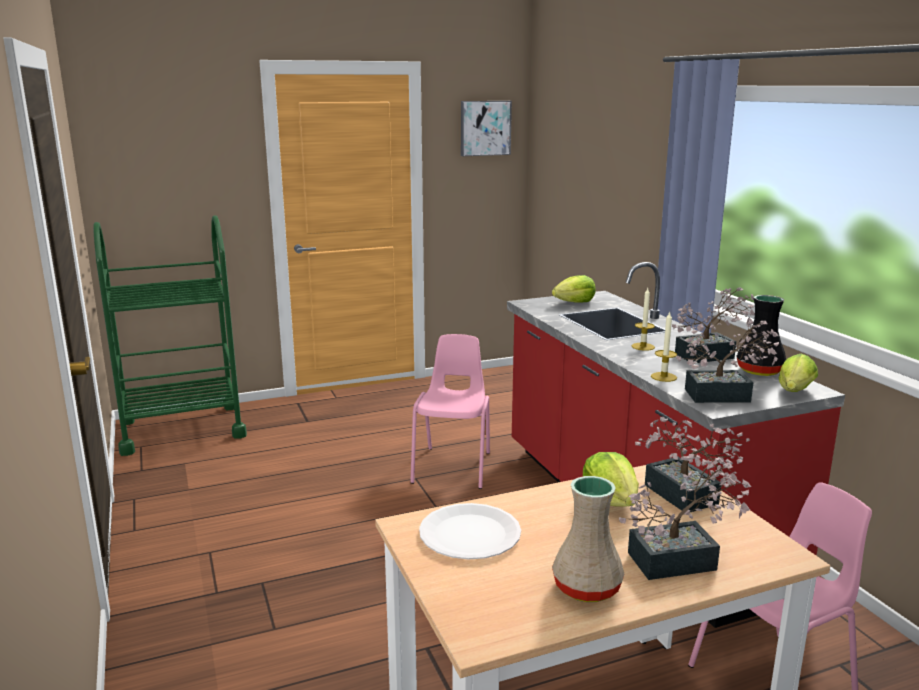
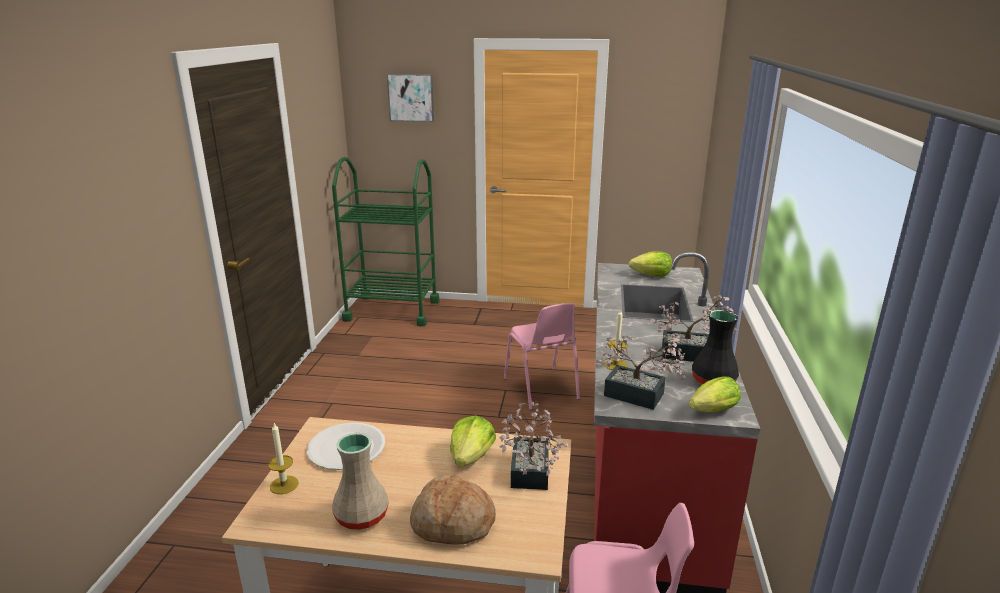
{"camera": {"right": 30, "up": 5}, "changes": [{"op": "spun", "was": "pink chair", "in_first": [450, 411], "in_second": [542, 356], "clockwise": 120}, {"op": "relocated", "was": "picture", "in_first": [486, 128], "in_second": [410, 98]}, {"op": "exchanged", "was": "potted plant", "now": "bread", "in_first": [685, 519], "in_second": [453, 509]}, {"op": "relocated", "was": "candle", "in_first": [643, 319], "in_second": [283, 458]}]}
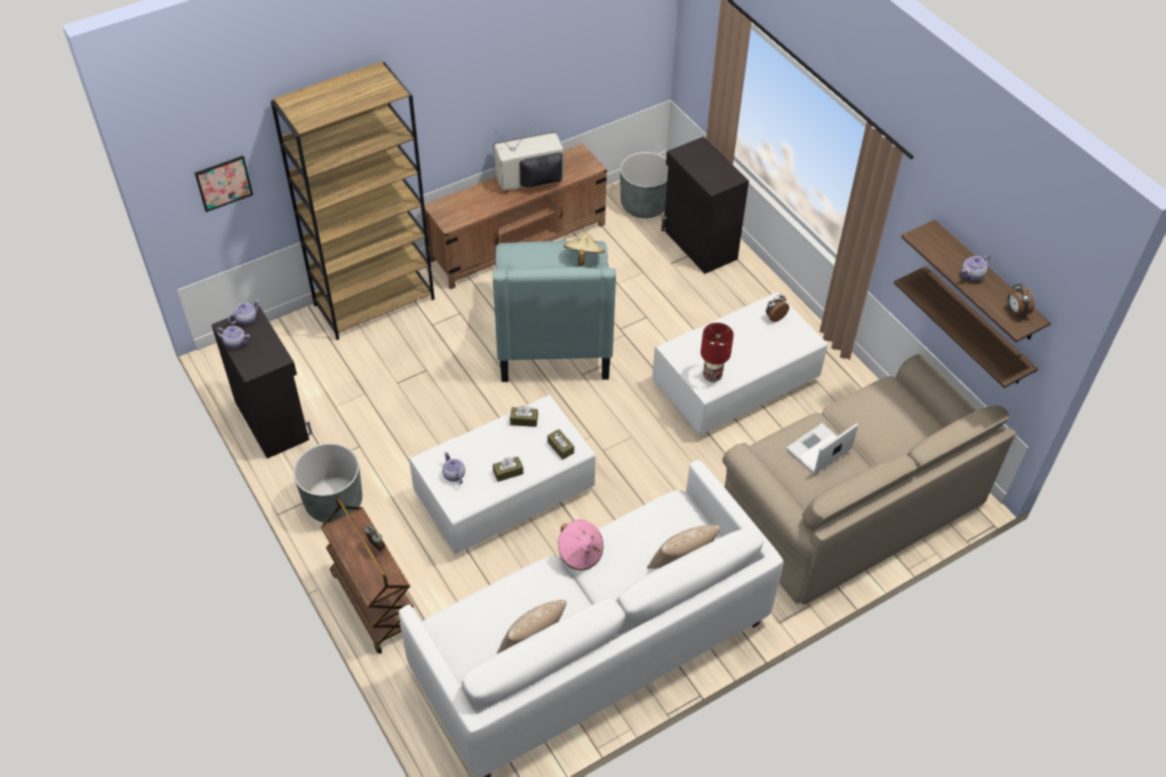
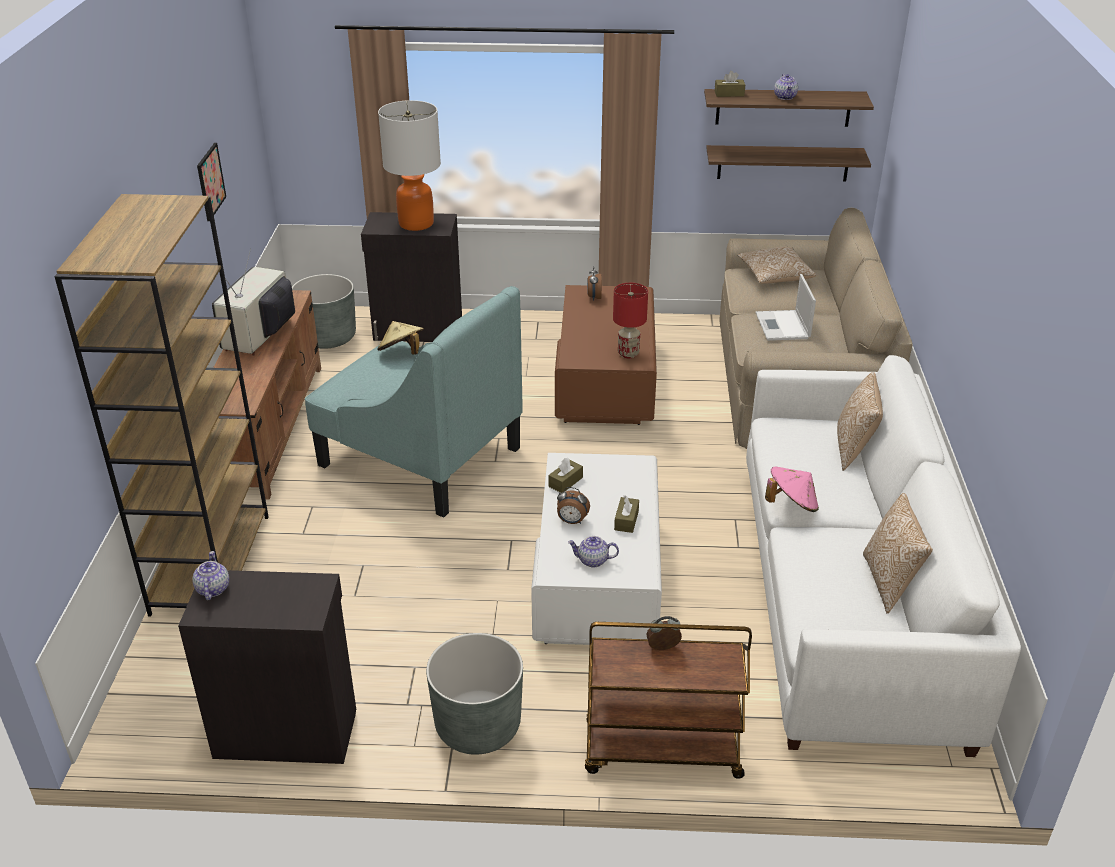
{"camera": {"right": -55, "up": -15}, "changes": [{"op": "relocated", "was": "picture", "in_first": [224, 184], "in_second": [211, 182]}, {"op": "missing", "was": "teapot", "in_first": [233, 337]}, {"op": "relocated", "was": "brown tissue box", "in_first": [560, 444], "in_second": [730, 84]}, {"op": "colour", "was": "white coffee table", "now": "brown coffee table", "in_first": [739, 363], "in_second": [606, 355]}, {"op": "relocated", "was": "alarm clock", "in_first": [1021, 300], "in_second": [573, 505]}, {"op": "appeared", "now": "table lamp", "in_second": [409, 165]}, {"op": "appeared", "now": "pillow", "in_second": [777, 265]}]}
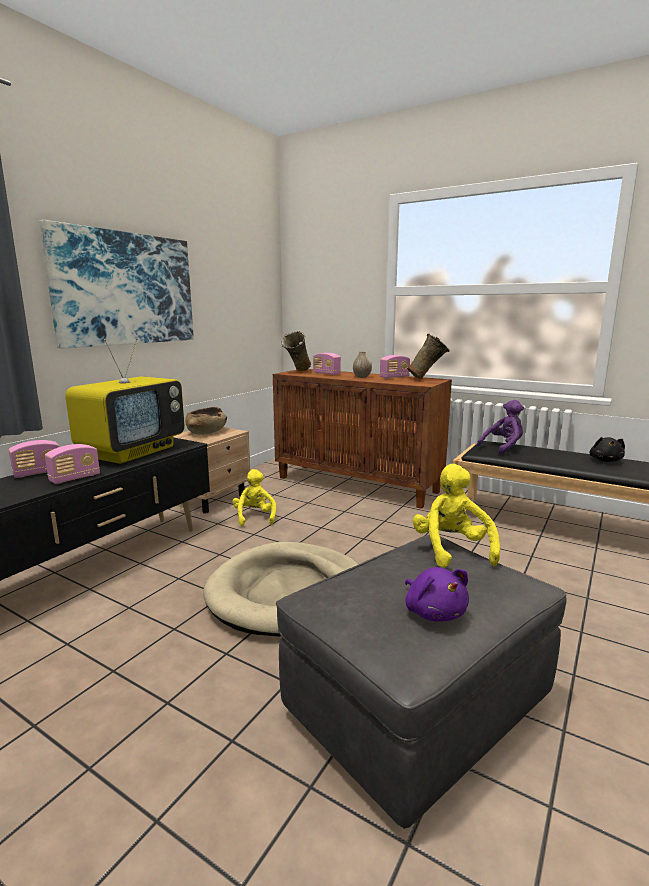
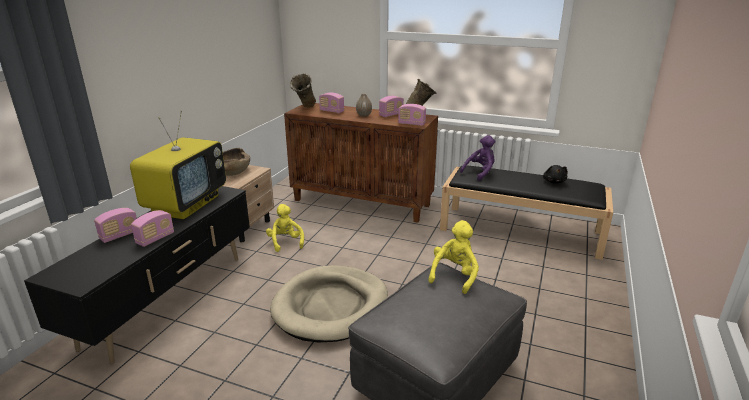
{"camera": {"right": -10, "up": 10}, "changes": [{"op": "missing", "was": "picture", "in_first": [116, 284]}, {"op": "missing", "was": "purple plush toy", "in_first": [437, 594]}, {"op": "spun", "was": "yellow plush toy", "in_first": [456, 516], "in_second": [453, 257], "clockwise": 45}, {"op": "appeared", "now": "radio", "in_second": [412, 115]}]}
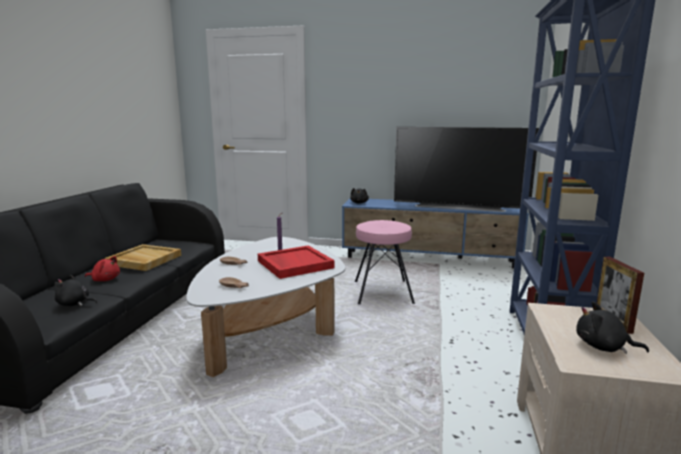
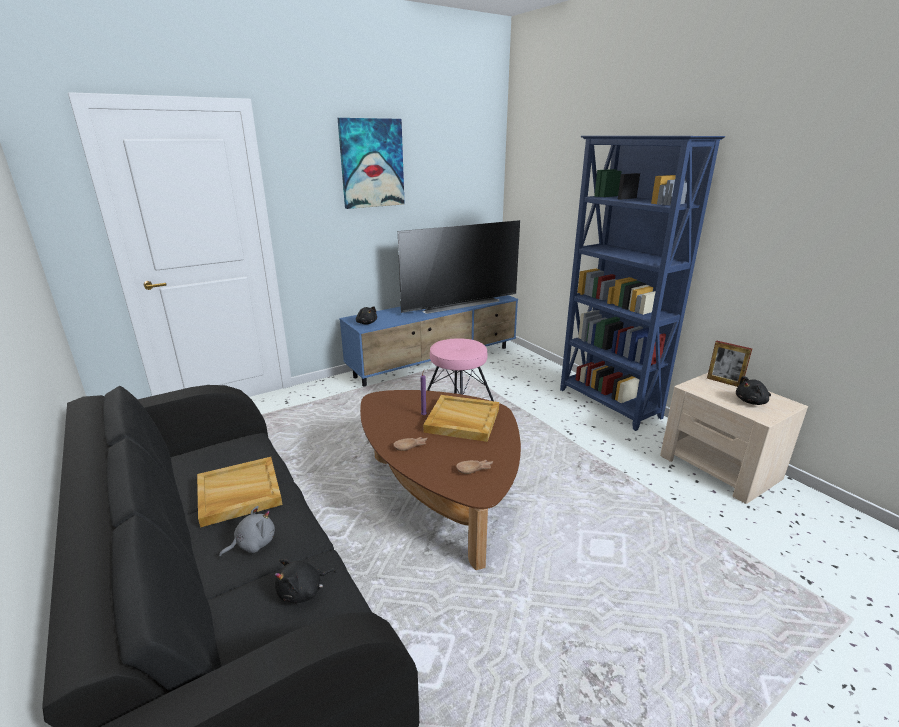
{"camera": {"right": -45, "up": 10}, "changes": [{"op": "colour", "was": "red plush toy", "now": "grey plush toy", "in_first": [102, 268], "in_second": [247, 531]}, {"op": "colour", "was": "white coffee table", "now": "brown coffee table", "in_first": [265, 307], "in_second": [440, 480]}, {"op": "colour", "was": "red tray", "now": "beige tray", "in_first": [296, 262], "in_second": [461, 418]}, {"op": "appeared", "now": "picture", "in_second": [371, 163]}]}
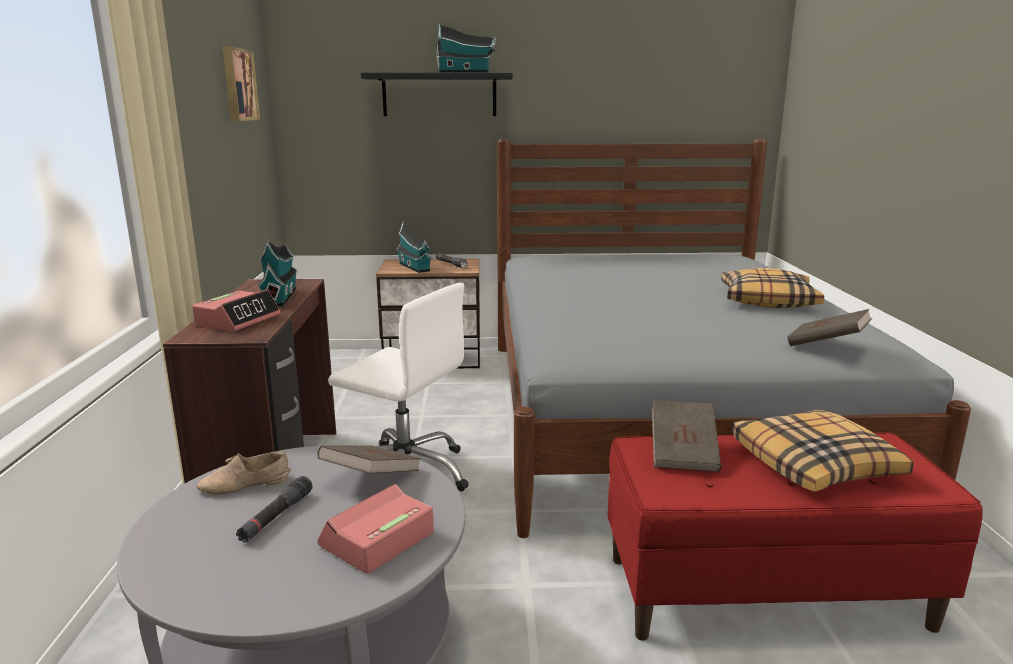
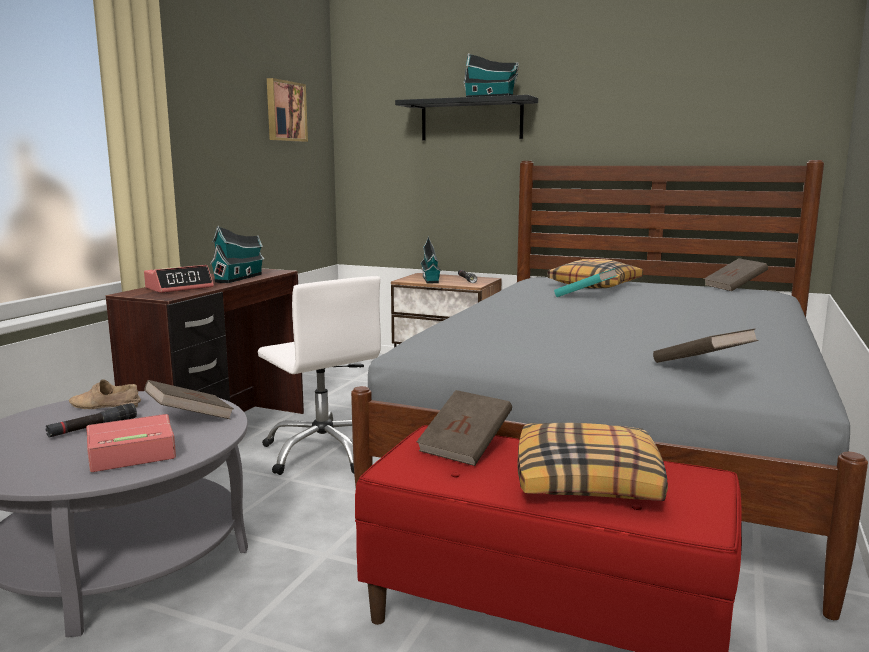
{"camera": {"right": 25, "up": -5}, "changes": [{"op": "relocated", "was": "pillow", "in_first": [772, 288], "in_second": [595, 274]}, {"op": "appeared", "now": "turquoise book", "in_second": [586, 282]}, {"op": "appeared", "now": "brown book", "in_second": [736, 274]}]}
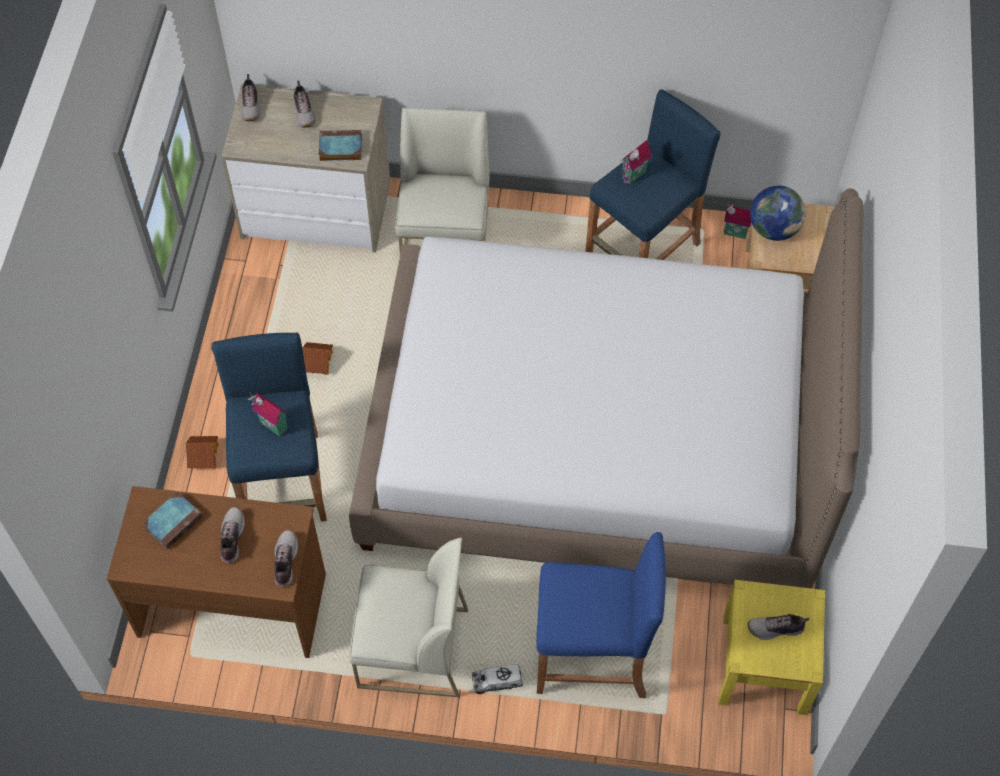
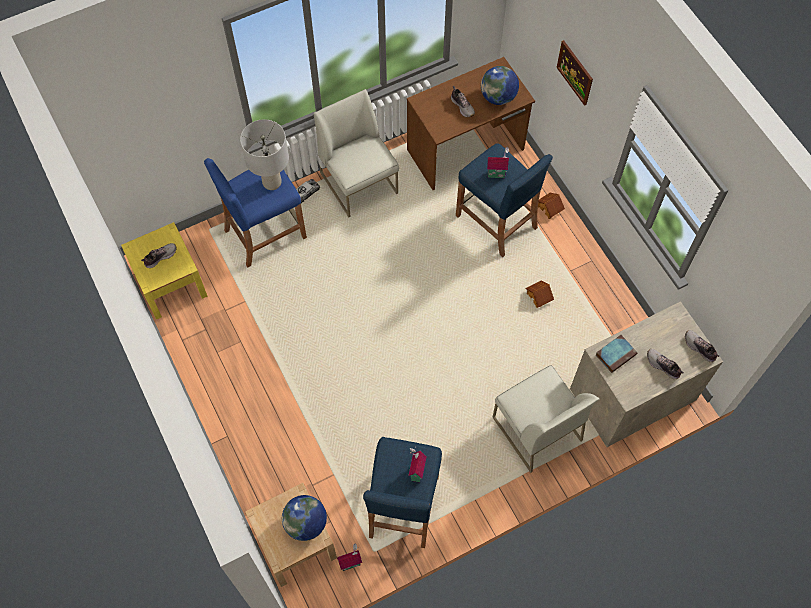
{"camera": {"right": 145, "up": 5}, "changes": [{"op": "exchanged", "was": "book", "now": "globe", "in_first": [172, 520], "in_second": [500, 85]}, {"op": "missing", "was": "shoe", "in_first": [286, 558]}, {"op": "missing", "was": "bed", "in_first": [606, 388]}, {"op": "spun", "was": "white chair", "in_first": [408, 617], "in_second": [356, 153], "clockwise": 90}, {"op": "appeared", "now": "grey table lamp", "in_second": [264, 154]}, {"op": "appeared", "now": "picture", "in_second": [574, 73]}]}
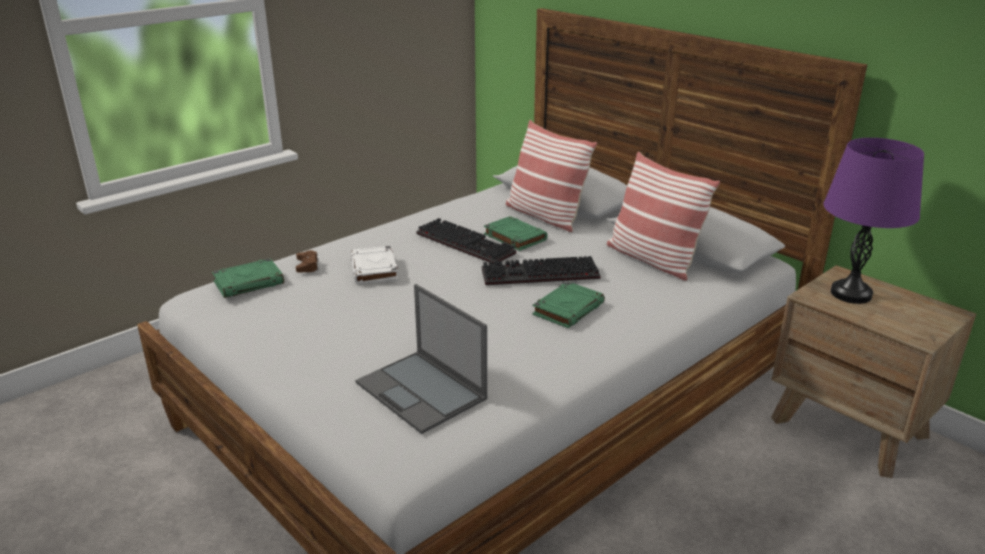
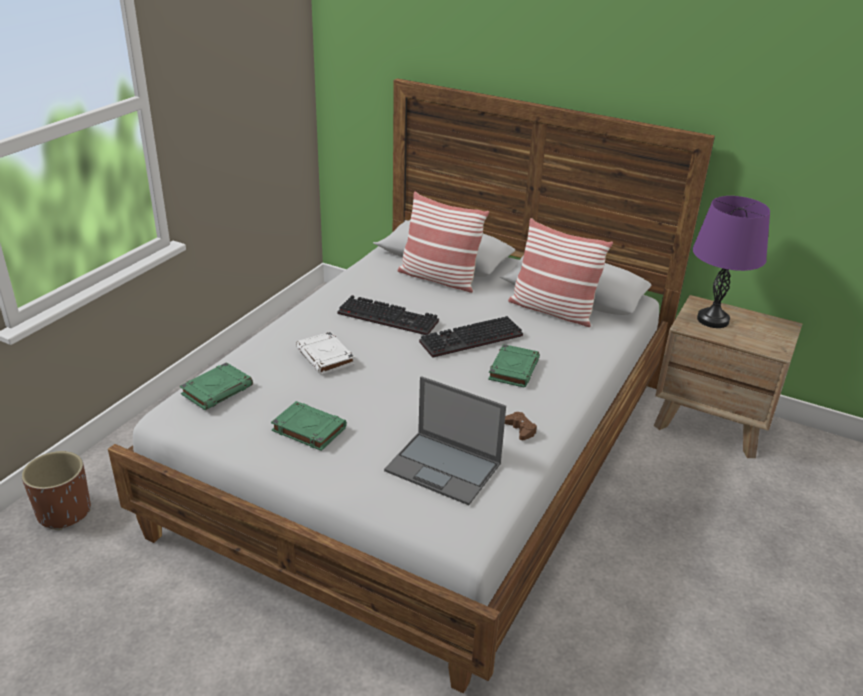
{"camera": {"right": -20, "up": 5}, "changes": [{"op": "relocated", "was": "brown game controller", "in_first": [307, 261], "in_second": [521, 426]}, {"op": "relocated", "was": "green book", "in_first": [516, 233], "in_second": [309, 426]}, {"op": "appeared", "now": "brown planter", "in_second": [56, 490]}]}
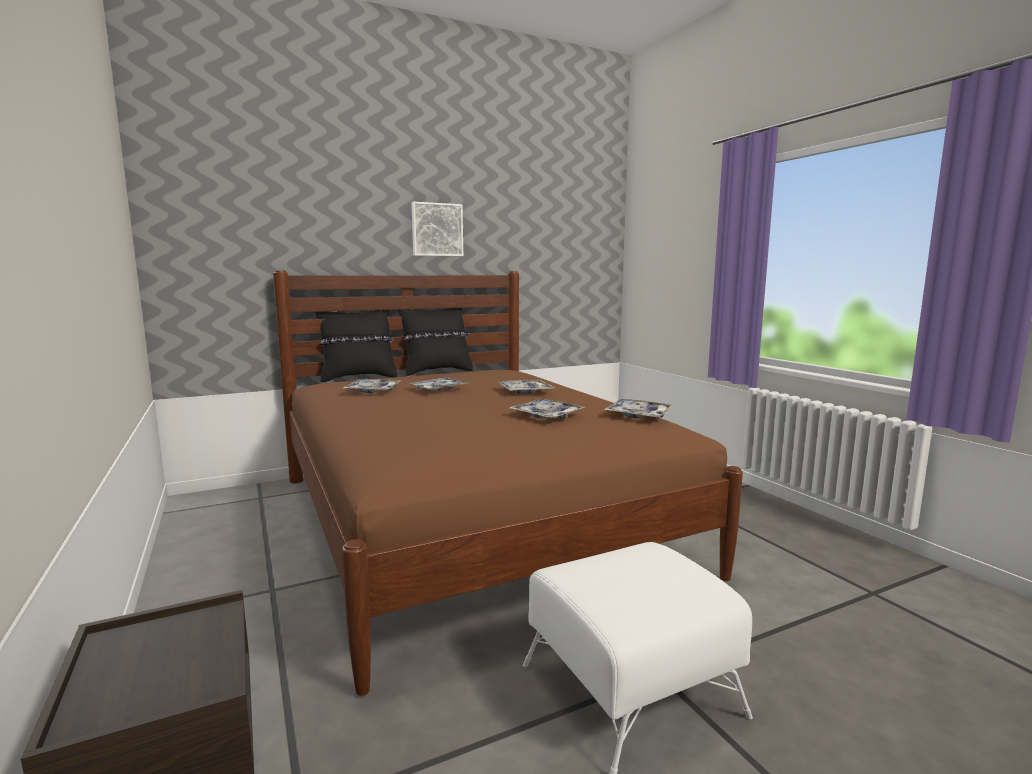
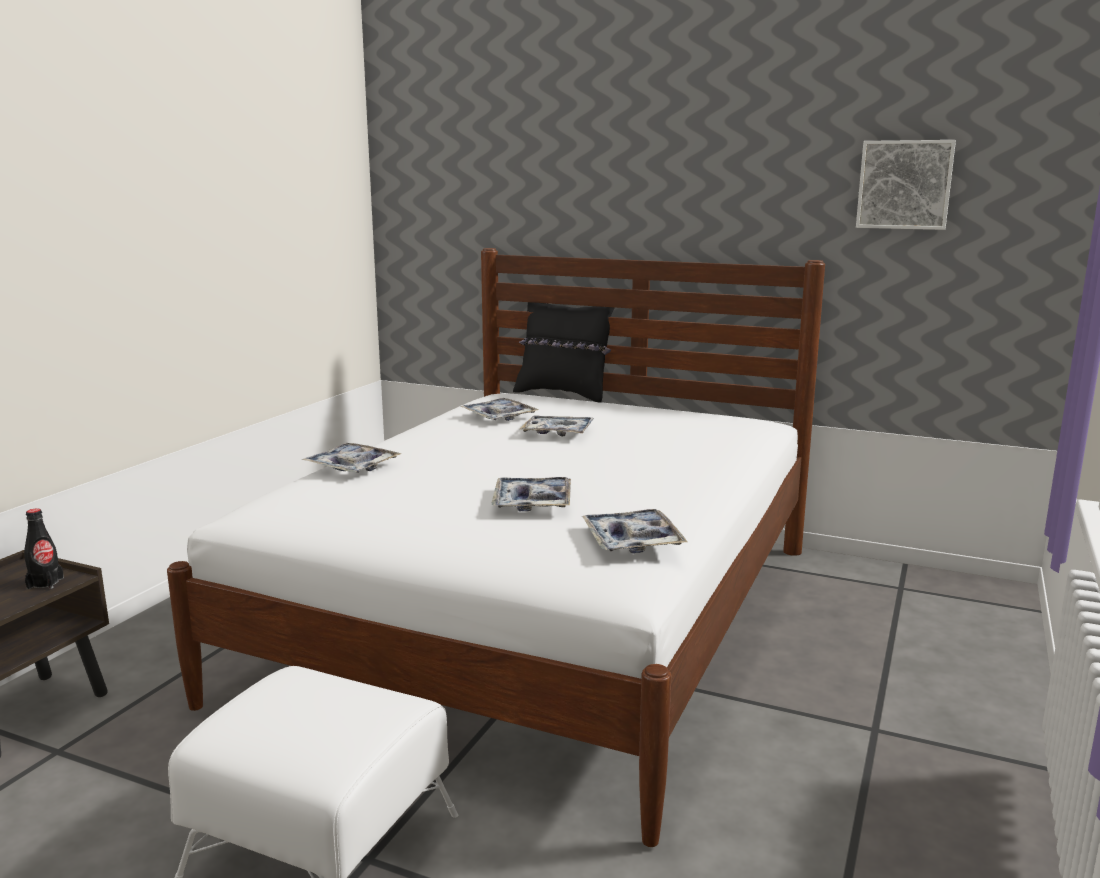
{"camera": {"right": 50, "up": 5}, "changes": [{"op": "colour", "was": "brown bed", "now": "white bed", "in_first": [508, 483], "in_second": [496, 547]}, {"op": "missing", "was": "black pillow", "in_first": [435, 342]}, {"op": "relocated", "was": "picture", "in_first": [437, 229], "in_second": [906, 185]}, {"op": "relocated", "was": "tray", "in_first": [526, 387], "in_second": [352, 458]}, {"op": "appeared", "now": "black bottle", "in_second": [44, 549]}]}
